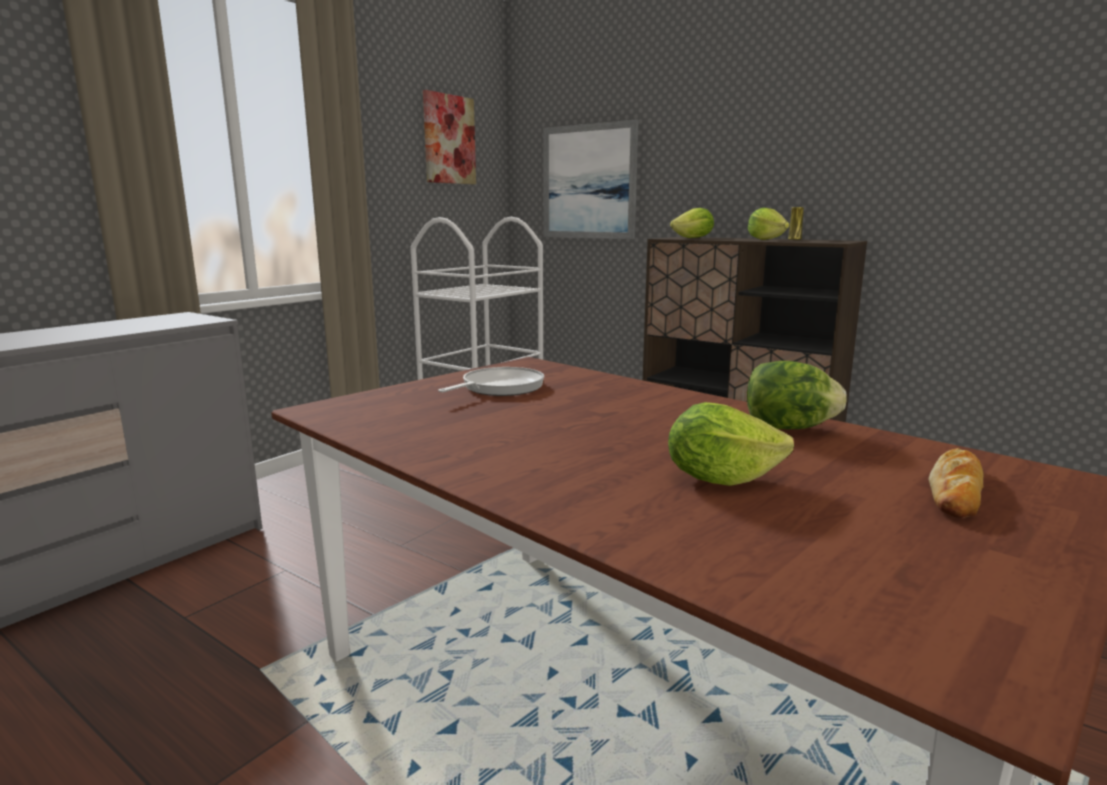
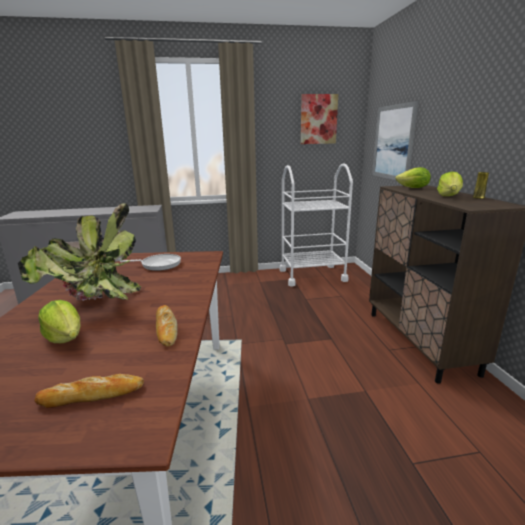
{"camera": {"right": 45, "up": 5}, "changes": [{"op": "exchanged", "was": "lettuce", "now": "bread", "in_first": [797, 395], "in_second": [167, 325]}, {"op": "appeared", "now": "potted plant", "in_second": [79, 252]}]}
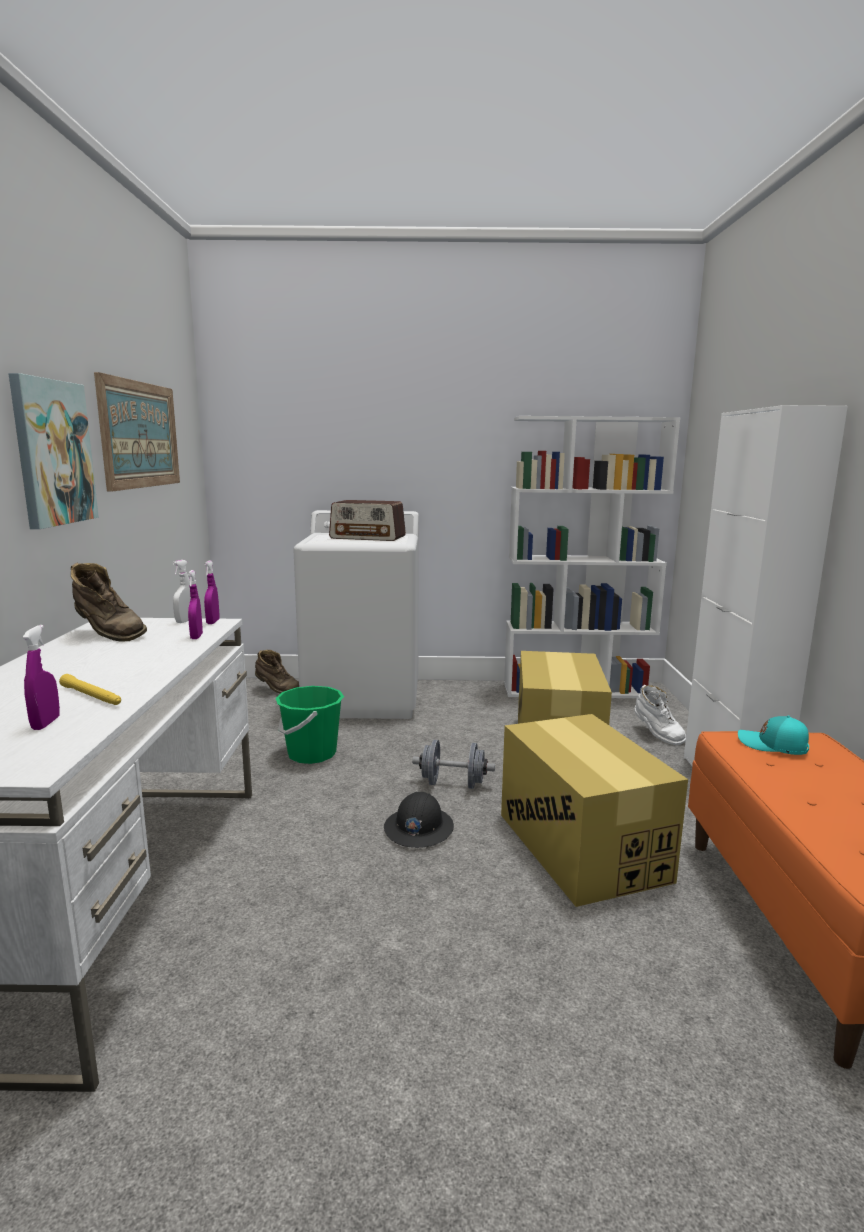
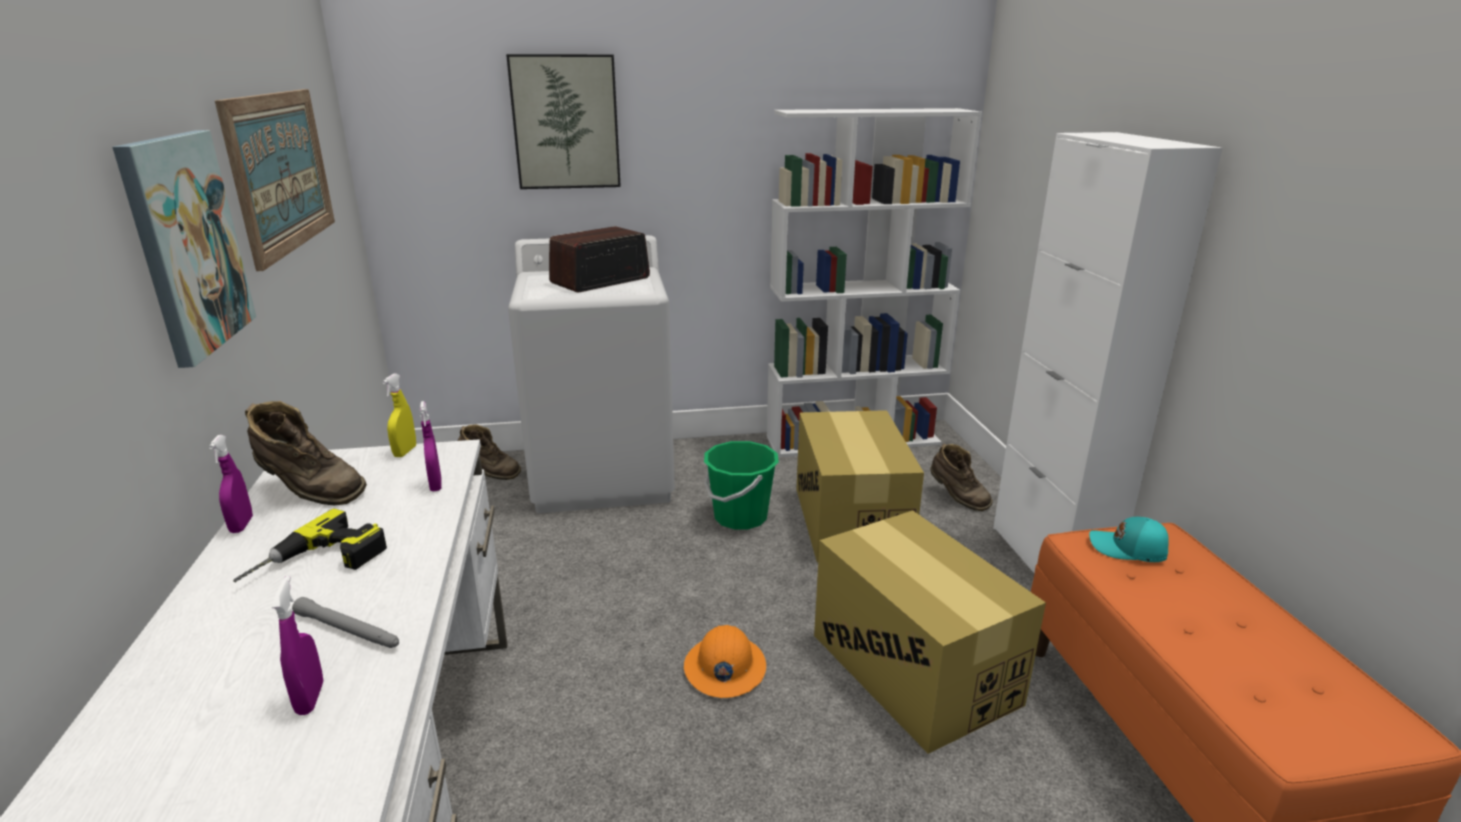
{"camera": {"right": -10, "up": 10}, "changes": [{"op": "colour", "was": "yellow flashlight", "now": "grey flashlight", "in_first": [90, 689], "in_second": [345, 622]}, {"op": "colour", "was": "white spray bottle", "now": "yellow spray bottle", "in_first": [181, 591], "in_second": [399, 415]}, {"op": "relocated", "was": "purple spray bottle", "in_first": [211, 592], "in_second": [231, 484]}, {"op": "relocated", "was": "green bucket", "in_first": [310, 725], "in_second": [741, 485]}, {"op": "spun", "was": "radio", "in_first": [367, 520], "in_second": [599, 259], "clockwise": 135}, {"op": "colour", "was": "black hard hat", "now": "orange hard hat", "in_first": [419, 820], "in_second": [725, 661]}, {"op": "missing", "was": "grey dumbbell", "in_first": [453, 764]}, {"op": "colour", "was": "white boot", "now": "brown boot", "in_first": [660, 715], "in_second": [961, 477]}, {"op": "appeared", "now": "power drill", "in_second": [310, 545]}, {"op": "appeared", "now": "picture", "in_second": [563, 121]}]}
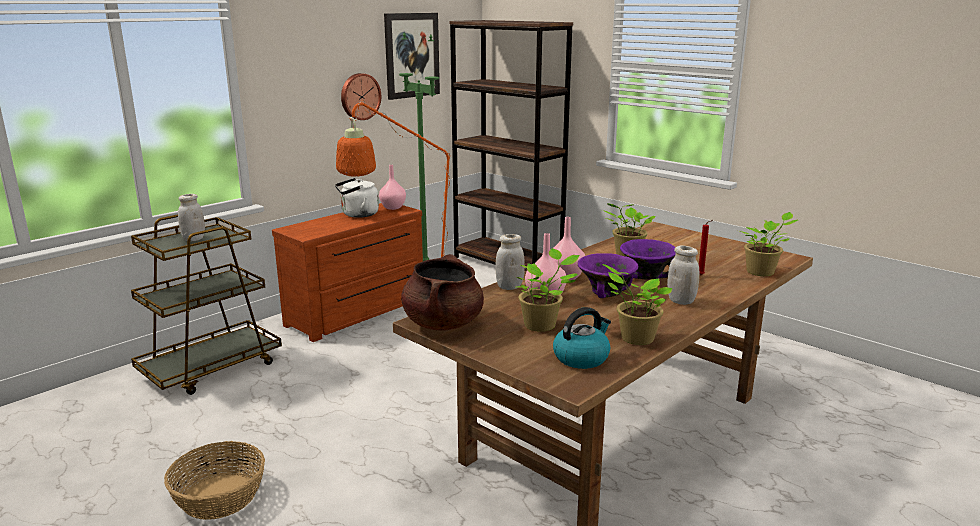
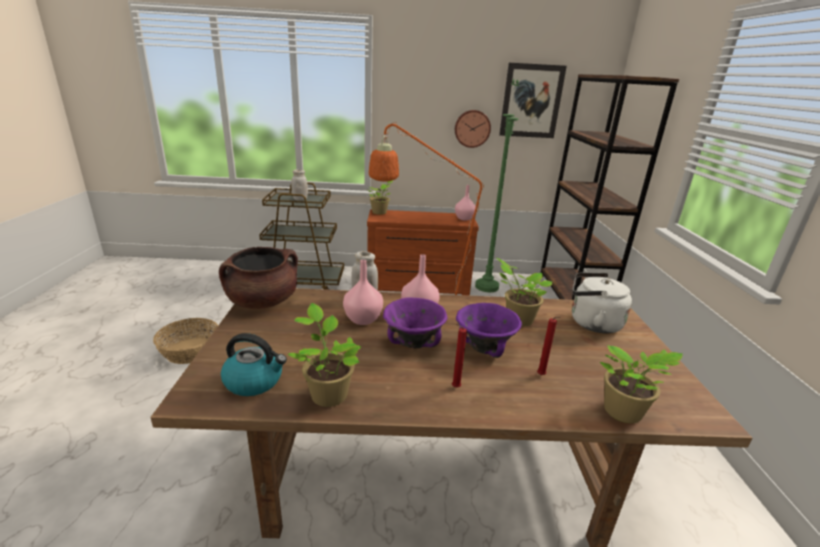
{"camera": {"right": 45, "up": 5}, "changes": [{"op": "relocated", "was": "white kettle", "in_first": [357, 198], "in_second": [602, 303]}, {"op": "relocated", "was": "potted plant", "in_first": [547, 290], "in_second": [380, 197]}, {"op": "exchanged", "was": "white jar", "now": "red candle", "in_first": [683, 275], "in_second": [459, 356]}]}
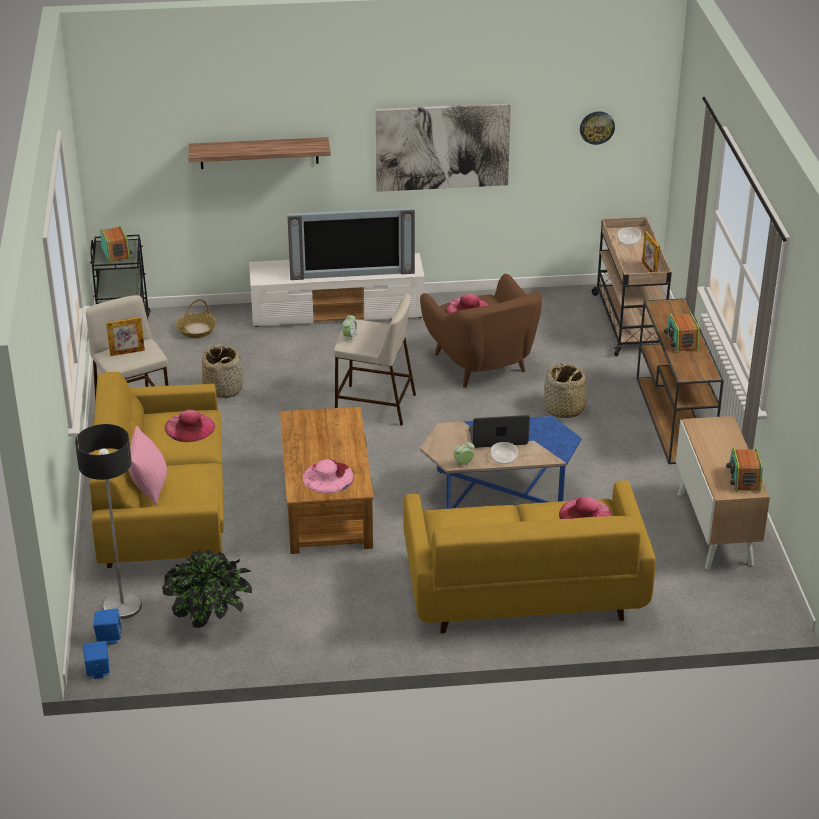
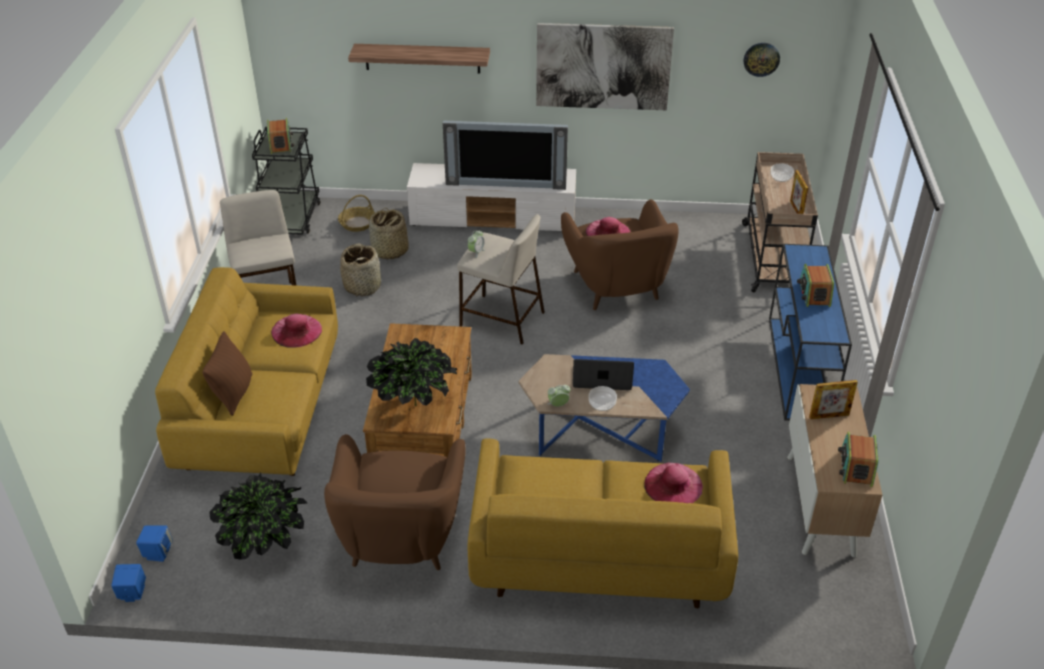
{"camera": {"right": 10, "up": 5}, "changes": [{"op": "missing", "was": "floor lamp", "in_first": [108, 521]}, {"op": "relocated", "was": "picture frame", "in_first": [125, 336], "in_second": [833, 399]}, {"op": "colour", "was": "pink pillow", "now": "brown pillow", "in_first": [147, 465], "in_second": [227, 373]}, {"op": "exchanged", "was": "pink hat", "now": "potted plant", "in_first": [328, 476], "in_second": [411, 372]}, {"op": "relocated", "was": "basket", "in_first": [565, 390], "in_second": [389, 234]}, {"op": "colour", "was": "brown console table", "now": "blue console table", "in_first": [680, 381], "in_second": [810, 332]}, {"op": "appeared", "now": "brown armchair", "in_second": [395, 502]}]}
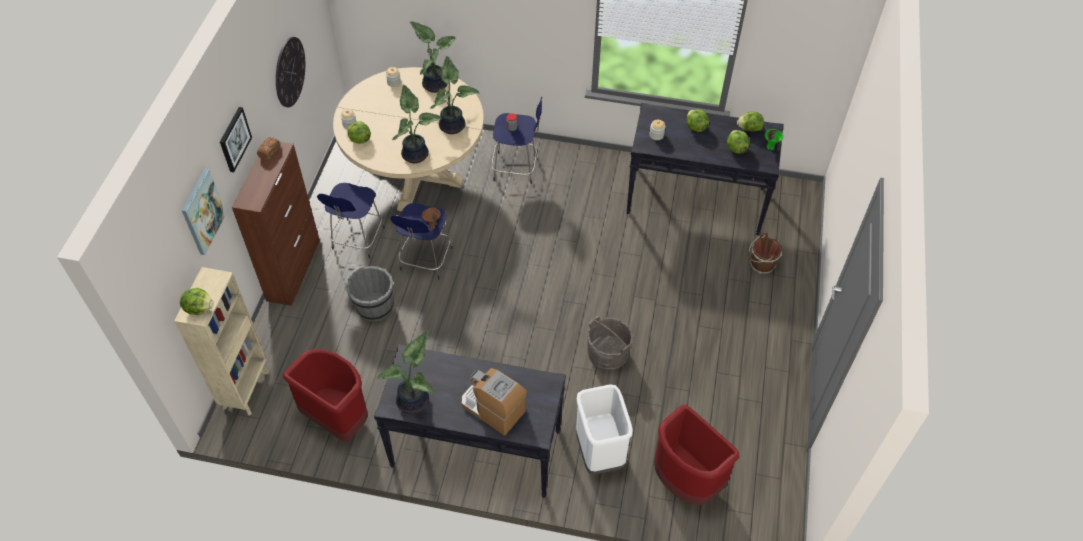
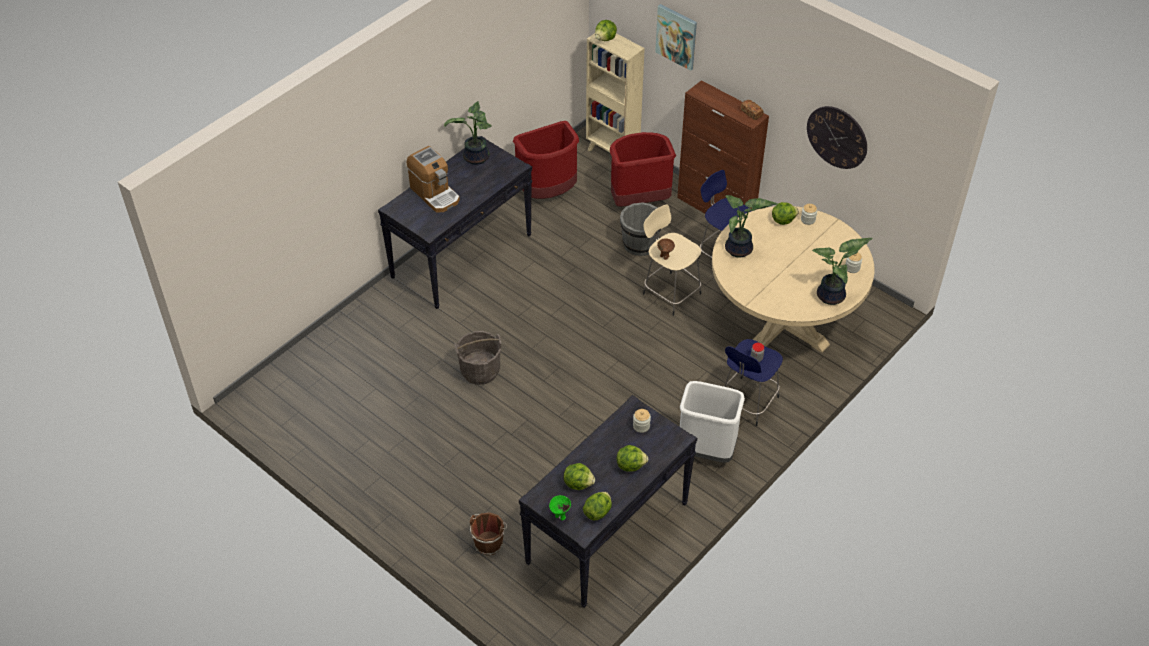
{"camera": {"right": 120, "up": -5}, "changes": [{"op": "missing", "was": "picture", "in_first": [236, 139]}, {"op": "colour", "was": "blue stool", "now": "beige stool", "in_first": [421, 241], "in_second": [672, 260]}, {"op": "missing", "was": "potted plant", "in_first": [454, 95]}, {"op": "spun", "was": "coffee machine", "in_first": [494, 402], "in_second": [433, 179], "clockwise": 75}, {"op": "relocated", "was": "white trash can", "in_first": [604, 429], "in_second": [712, 422]}, {"op": "relocated", "was": "red trash can", "in_first": [696, 455], "in_second": [643, 169]}]}
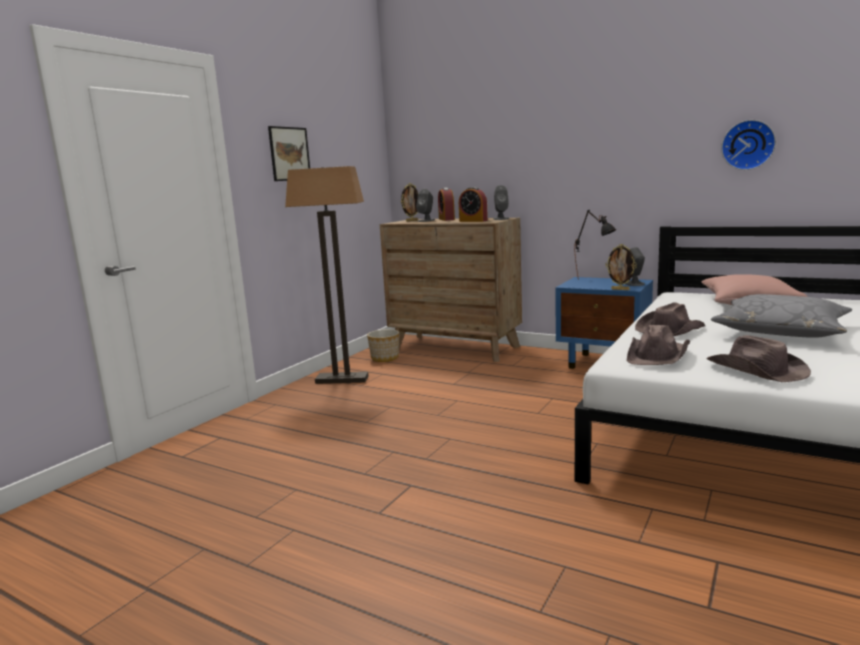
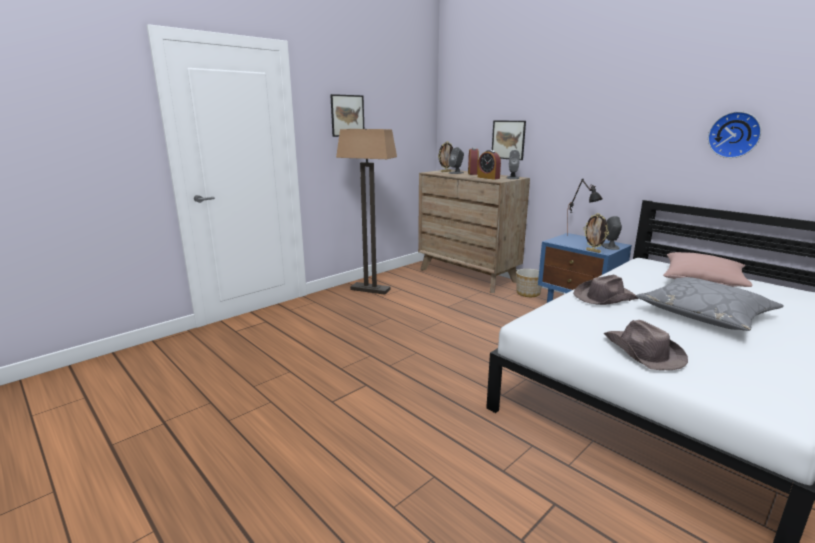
{"camera": {"right": 15, "up": 5}, "changes": [{"op": "relocated", "was": "planter", "in_first": [383, 345], "in_second": [529, 283]}, {"op": "missing", "was": "brown hat", "in_first": [658, 345]}, {"op": "appeared", "now": "picture", "in_second": [509, 140]}]}
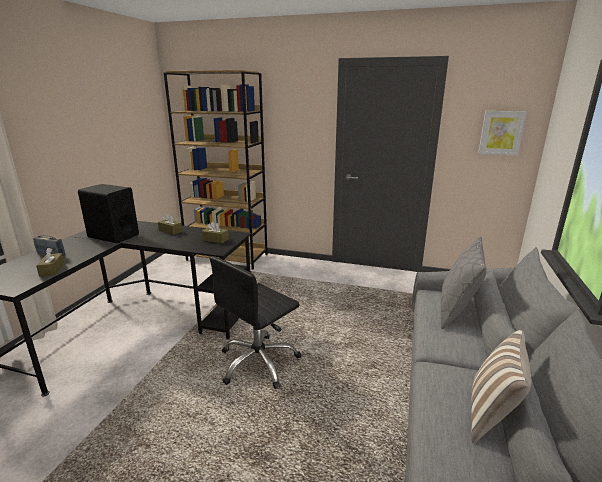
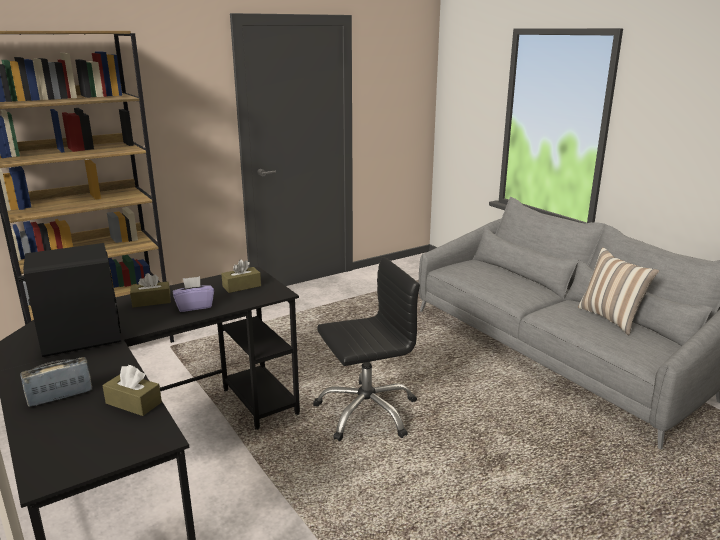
{"camera": {"right": -50, "up": 0}, "changes": [{"op": "spun", "was": "black office chair", "in_first": [255, 322], "in_second": [366, 349], "clockwise": -105}, {"op": "missing", "was": "grey pillow", "in_first": [464, 282]}, {"op": "missing", "was": "picture", "in_first": [502, 133]}, {"op": "appeared", "now": "purple tissue box", "in_second": [193, 294]}]}
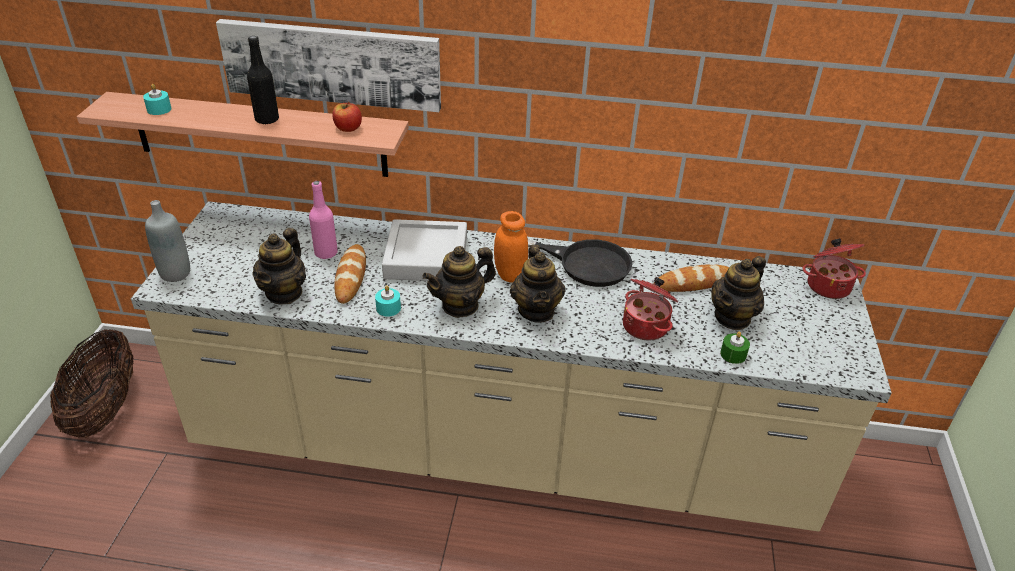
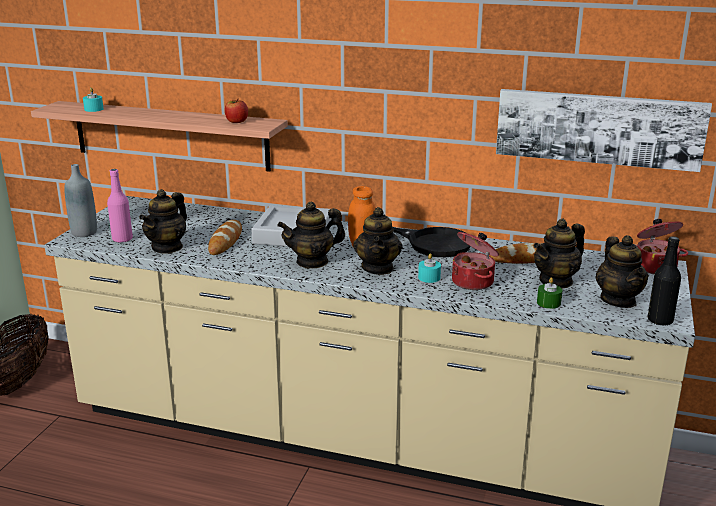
{"camera": {"right": 10, "up": -15}, "changes": [{"op": "relocated", "was": "picture", "in_first": [328, 65], "in_second": [604, 130]}, {"op": "relocated", "was": "black bottle", "in_first": [263, 80], "in_second": [664, 281]}, {"op": "relocated", "was": "pink bottle", "in_first": [323, 220], "in_second": [120, 206]}, {"op": "relocated", "was": "turquoise candle", "in_first": [388, 301], "in_second": [429, 268]}, {"op": "appeared", "now": "teapot", "in_second": [622, 271]}]}
